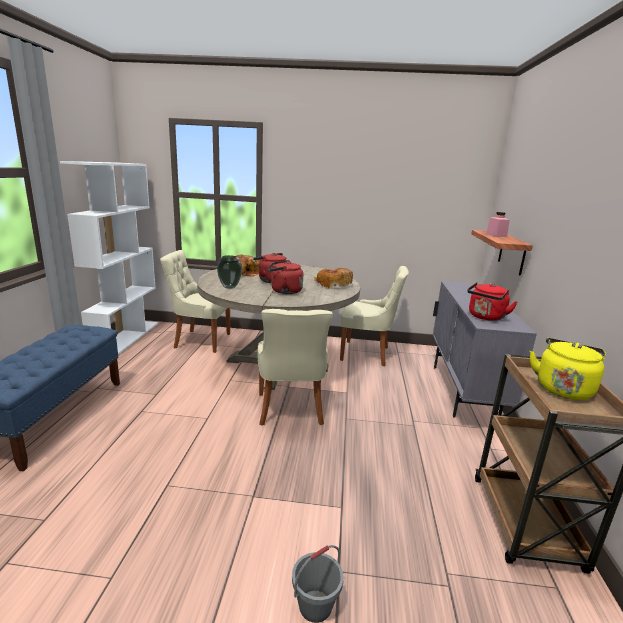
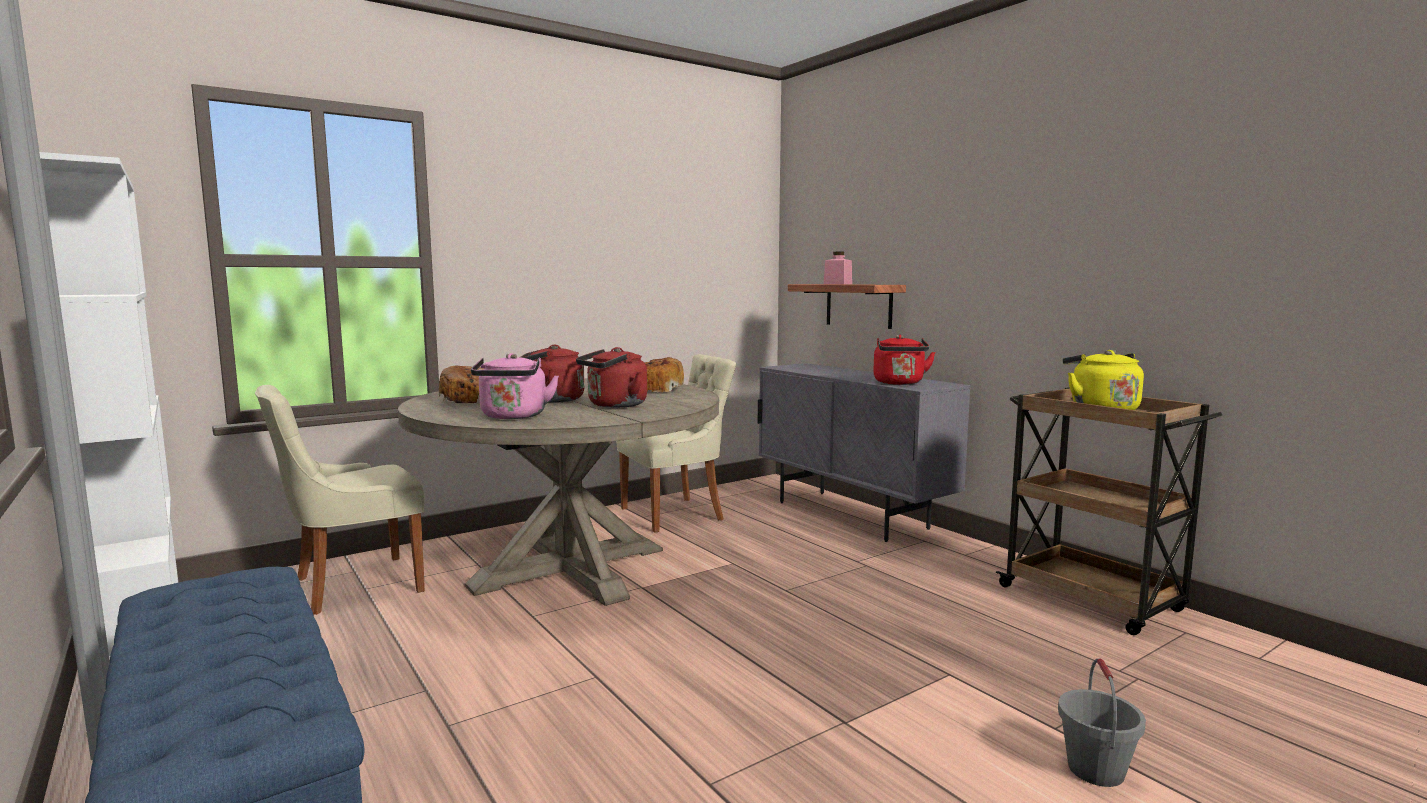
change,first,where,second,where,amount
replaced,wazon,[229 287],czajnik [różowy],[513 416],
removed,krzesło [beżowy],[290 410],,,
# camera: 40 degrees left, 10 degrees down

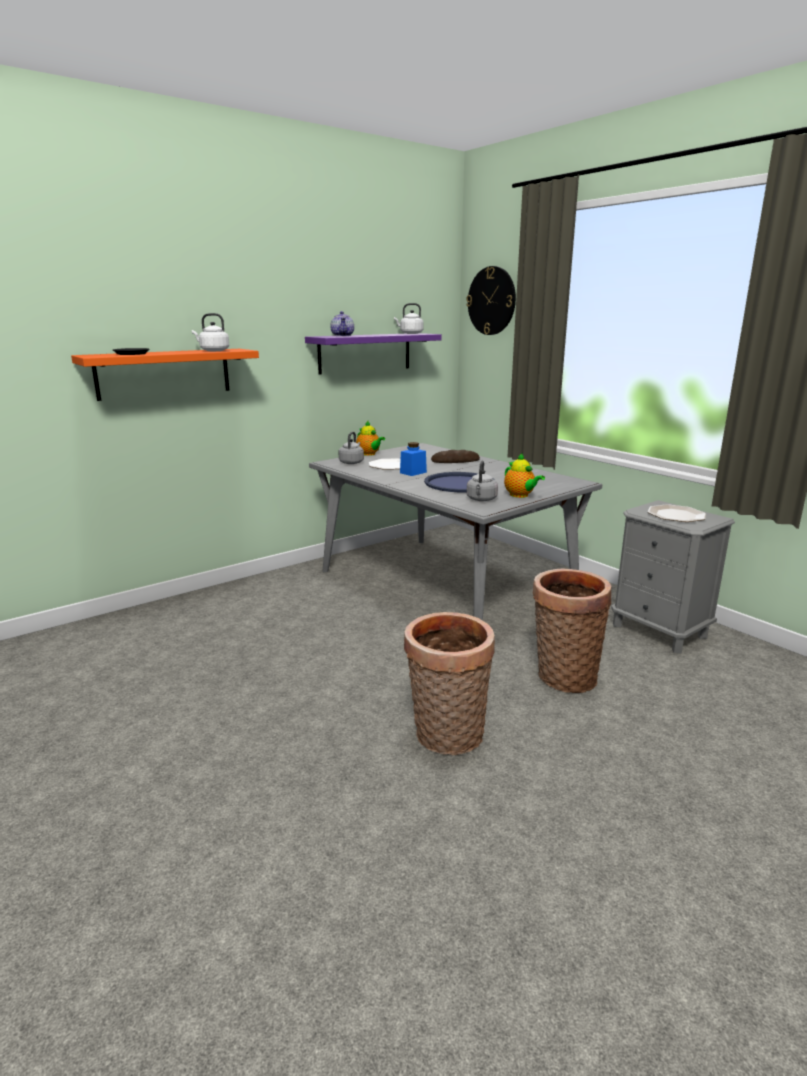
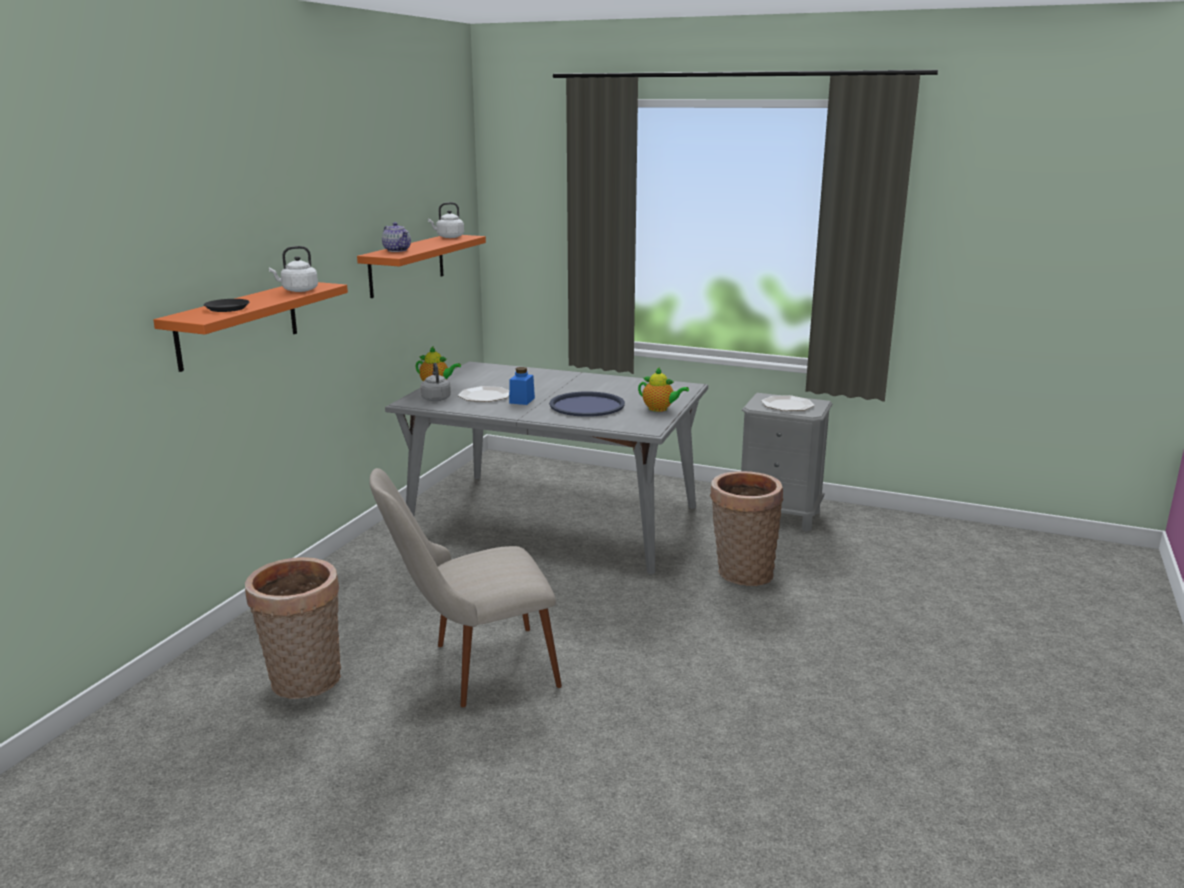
change,first,where,second,where,amount
moved,koszyk,[446 737],,[304 683],
recoloured,półka [fioletowy],[365 353],półka [pomarańczowy],[407 265],
added,,,krzesło [beżowy],[472 670],
removed,chleb,[455 461],,,
removed,zegar ścienny,[491 301],,,
removed,czajnik [szary],[481 499],,,
# camera: 30 degrees left, 0 degrees up

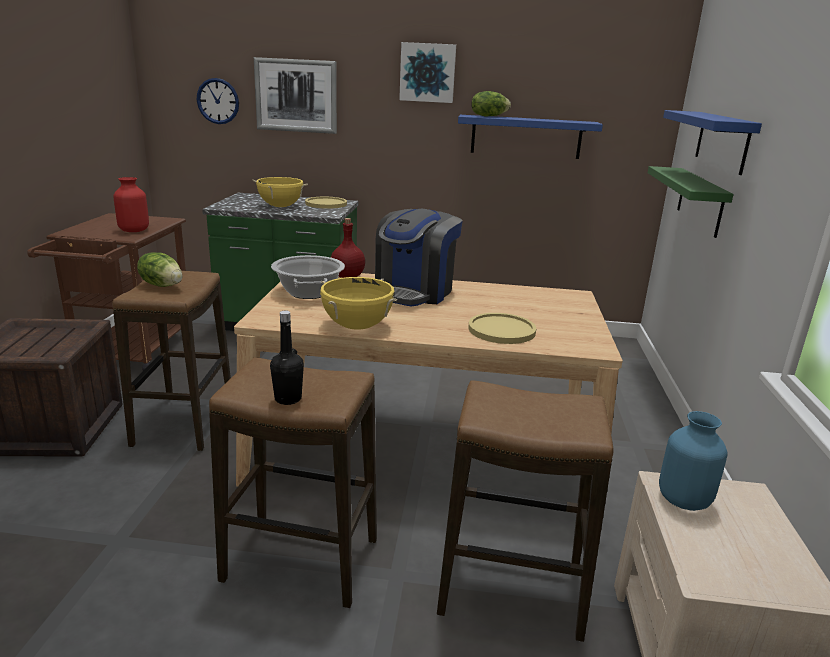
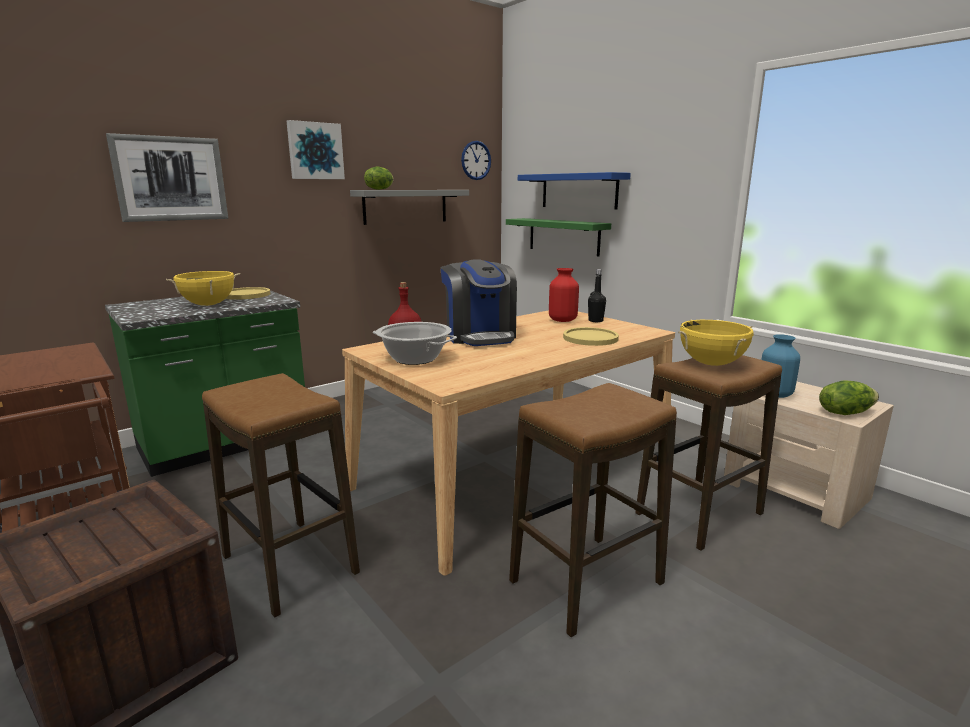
change,first,where,second,where,amount
recoloured,półka [niebieski],[526 137],półka [szary],[405 206],
moved,zegar ścienny,[218 101],,[476 160],
moved,wazon [czerwony],[133 230],,[562 320],
moved,butelka [czarny],[288 399],,[595 321],
moved,garnek [żółty],[357 326],,[711 364],
moved,sałata,[162 285],,[844 412],
# camera: 45 degrees left, 5 degrees down

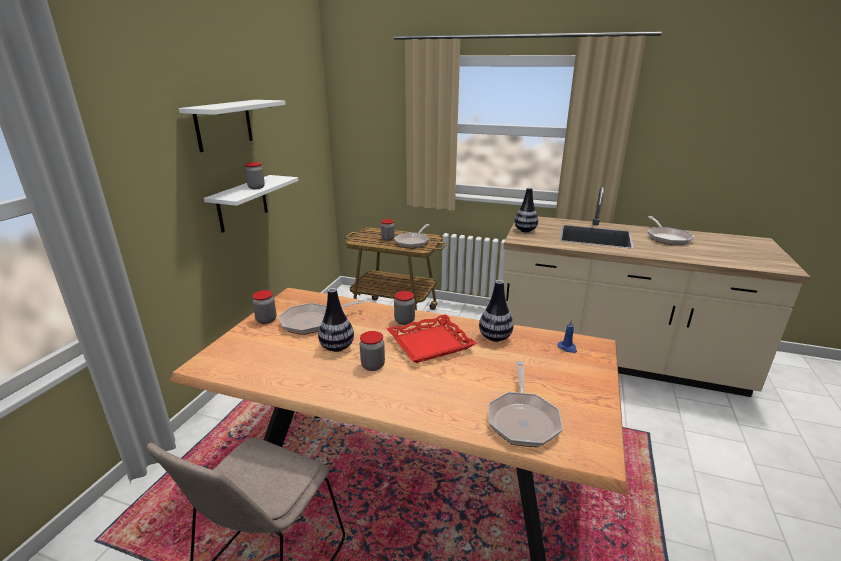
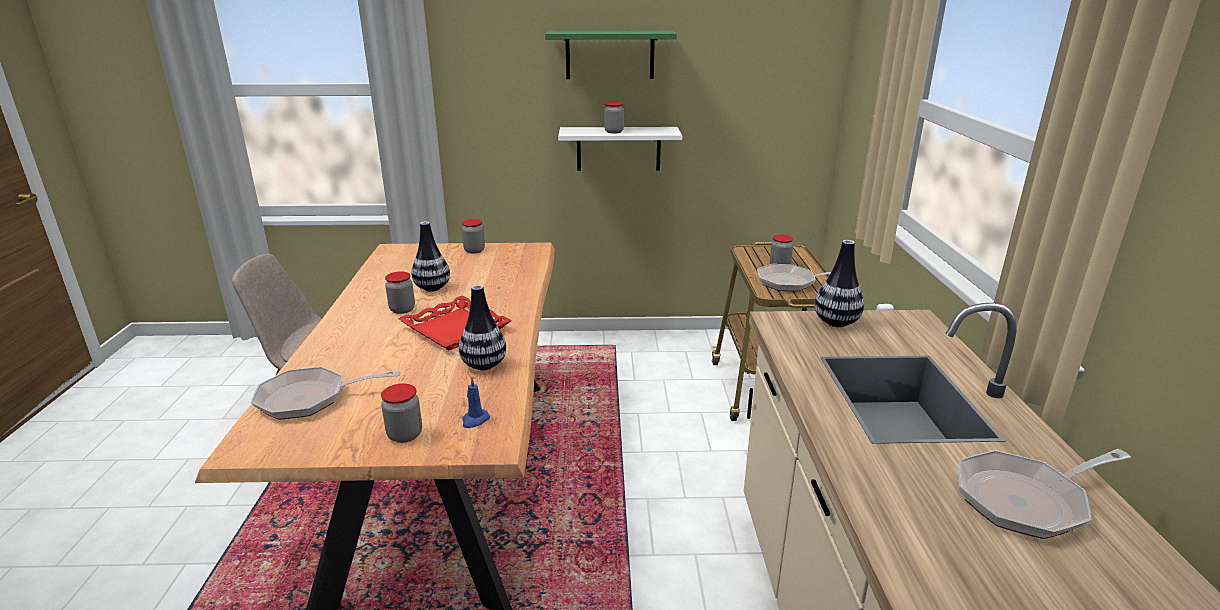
change,first,where,second,where,amount
moved,słoik,[404 321],,[405 435],
recoloured,półka [biały],[224 125],półka [zielony],[610 55],
removed,patelnia,[313 322],,,
# camera: 70 degrees right, 0 degrees up

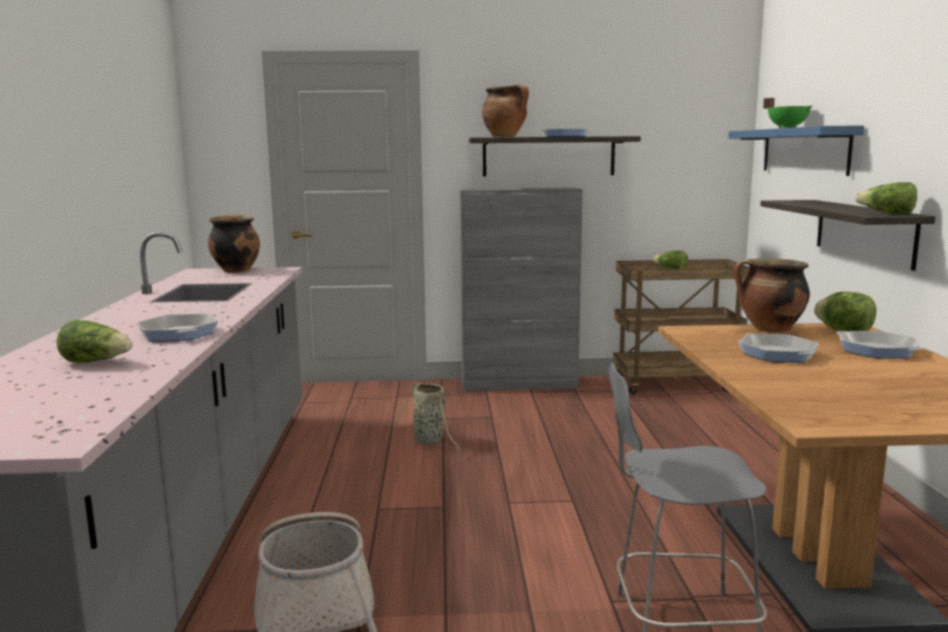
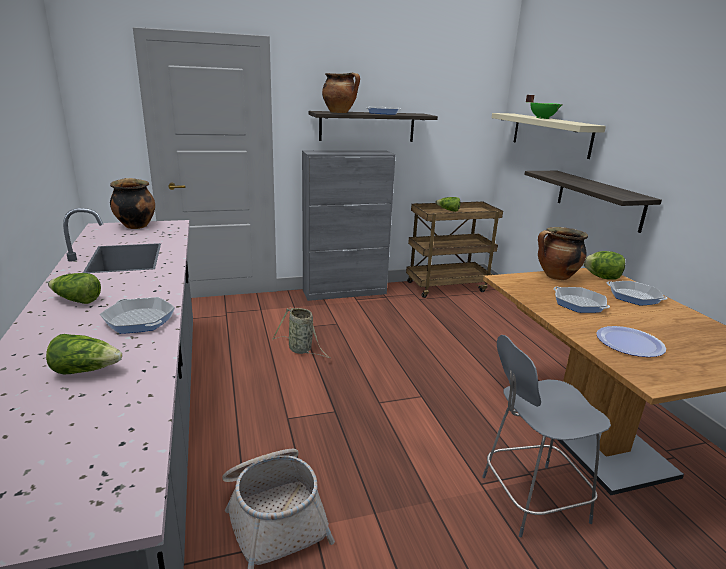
change,first,where,second,where,amount
moved,sałata,[887 213],,[76 300],
recoloured,półka [niebieski],[804 150],półka [beżowy],[550 134],
added,,,talerz,[629 343],
# camera: 15 degrees left, 10 degrees up

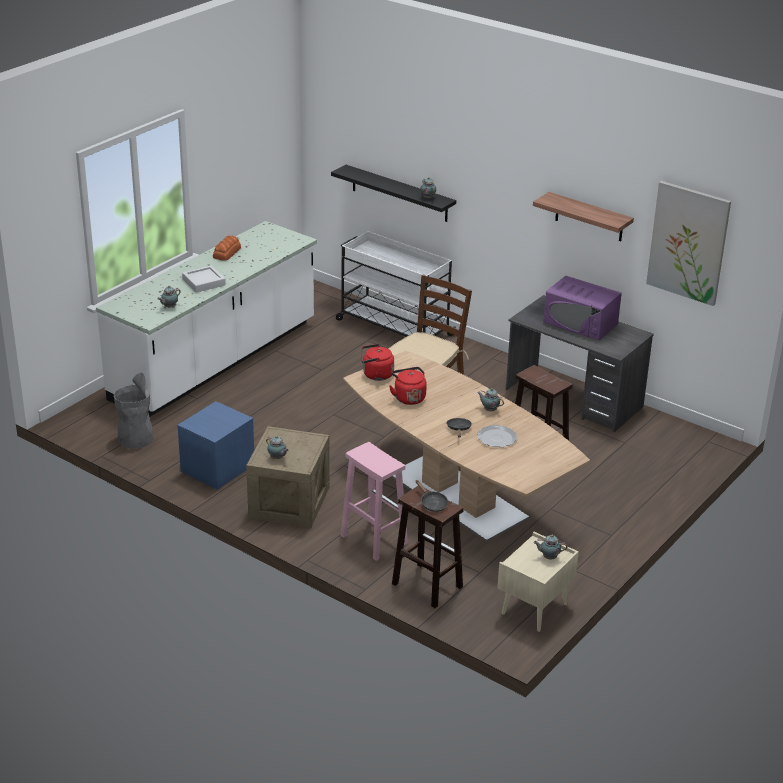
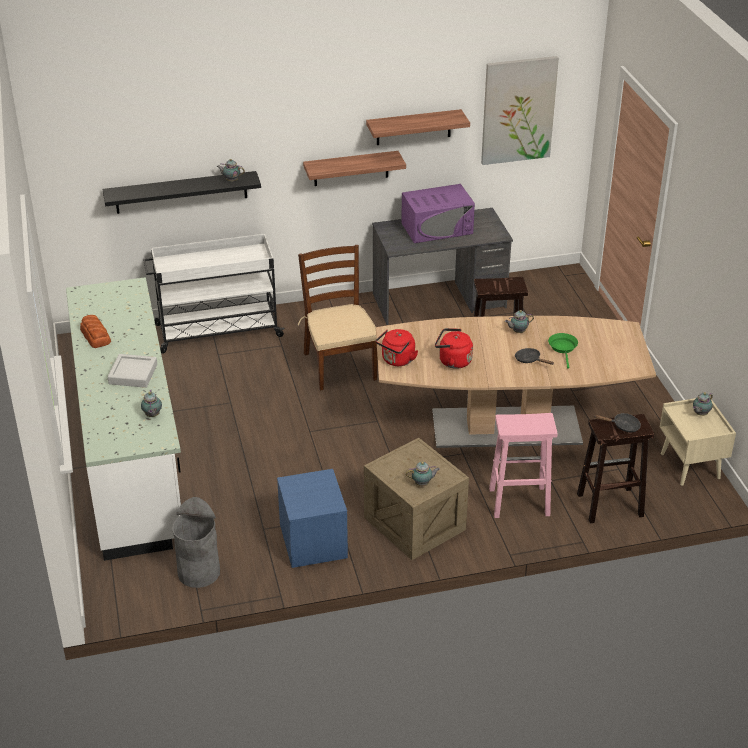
change,first,where,second,where,amount
added,,,półka,[351 168],
replaced,talerz,[497 438],patelnia [zielony],[563 348],
# camera: 50 degrees left, 5 degrees up

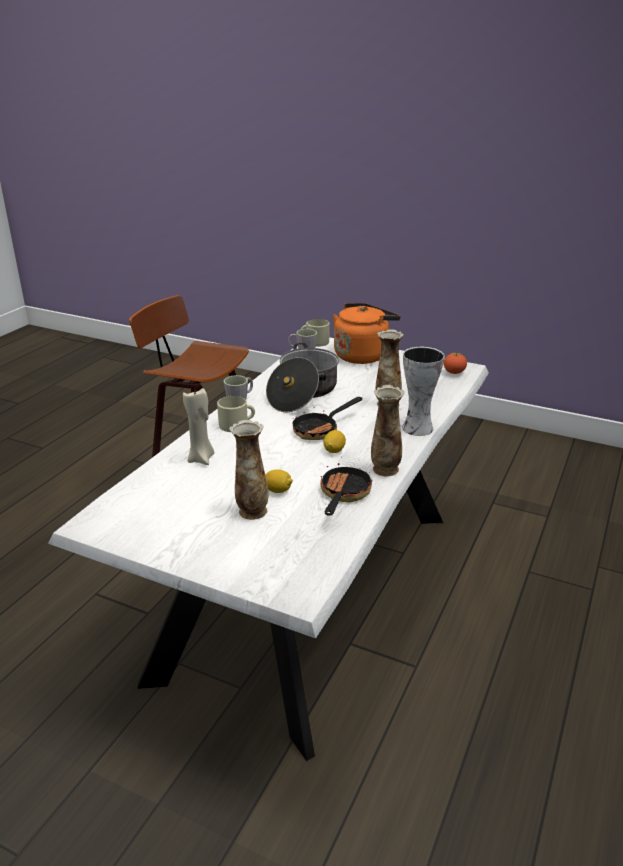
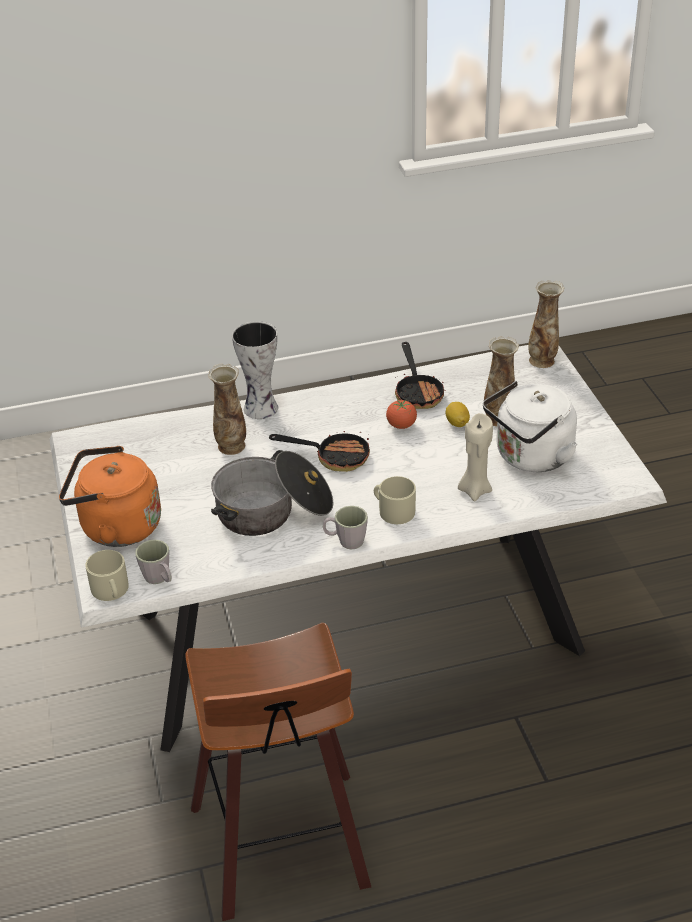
change,first,where,second,where,amount
moved,pomidor,[454 372],,[401 425],
turned,patelnia,[343 495],,[418 392],75 degrees counterclockwise
added,,,czajnik [biały],[530 457],
moved,wazon,[385 470],,[542 360],
removed,cytryna,[334 450],,,
# camera: 130 degrees left, 10 degrees up

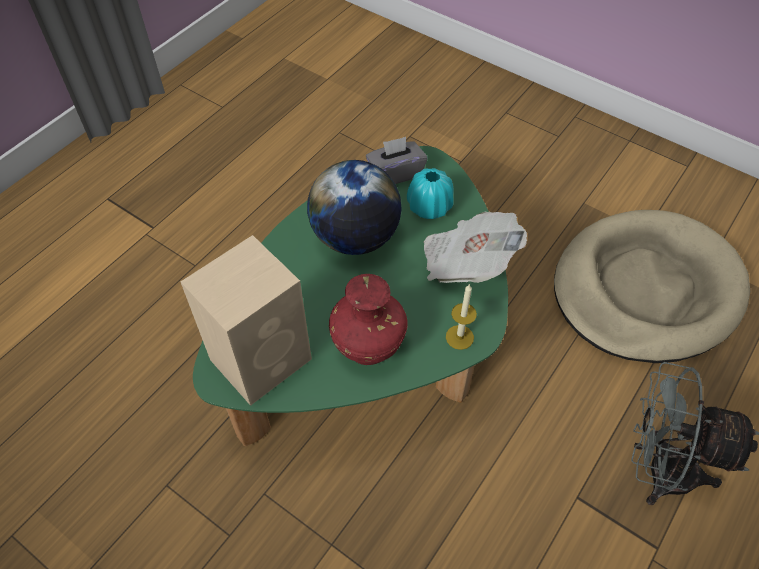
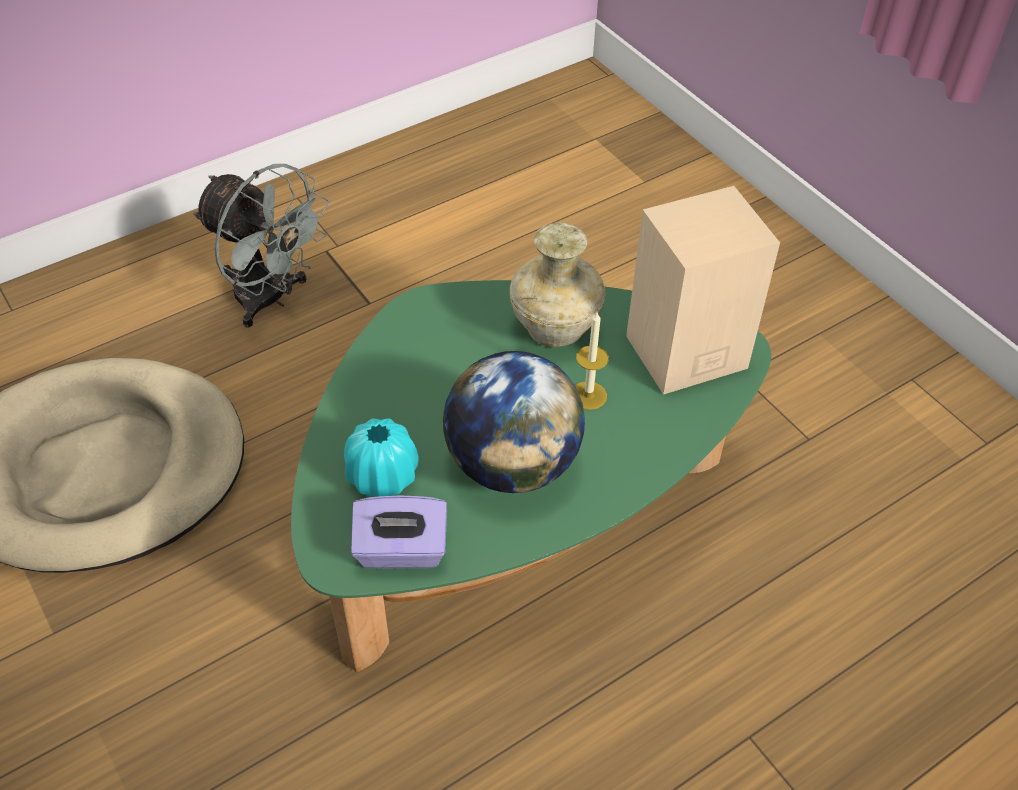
change,first,where,second,where,amount
recoloured,pudełko chusteczek [szary],[395 173],pudełko chusteczek [fioletowy],[401 551],
recoloured,wazon [czerwony],[369 346],wazon [beżowy],[553 329],
moved,świeca,[459 337],,[588 395],
removed,gazeta,[467 262],,,
# camera: 160 degrees left, 5 degrees down

